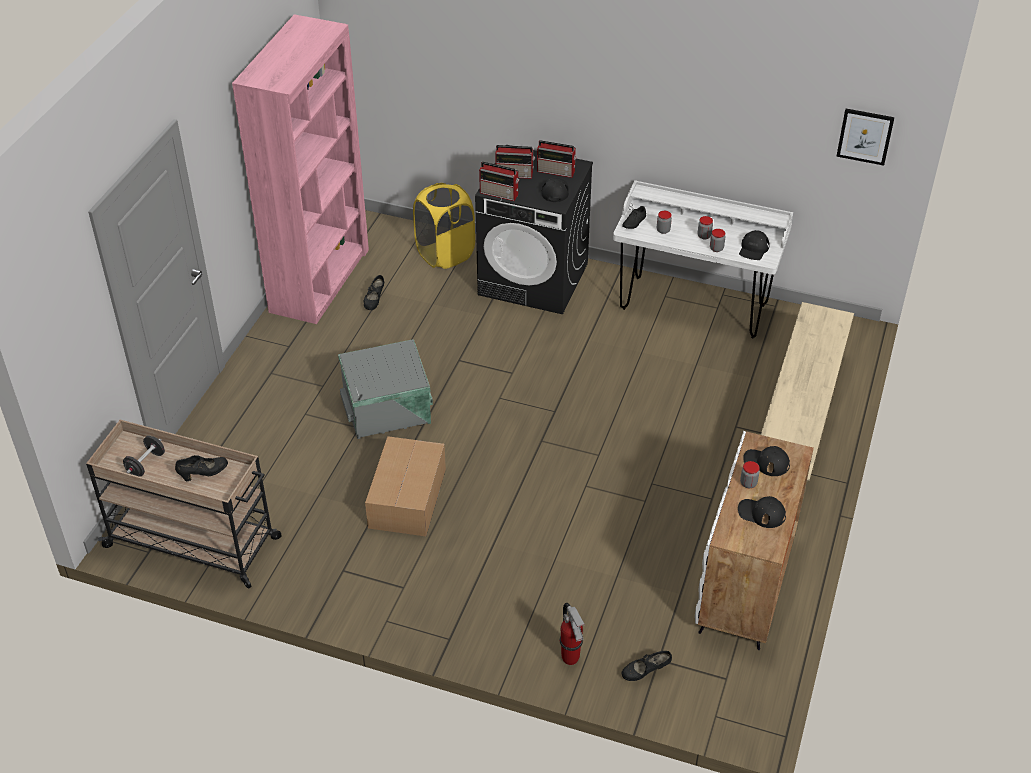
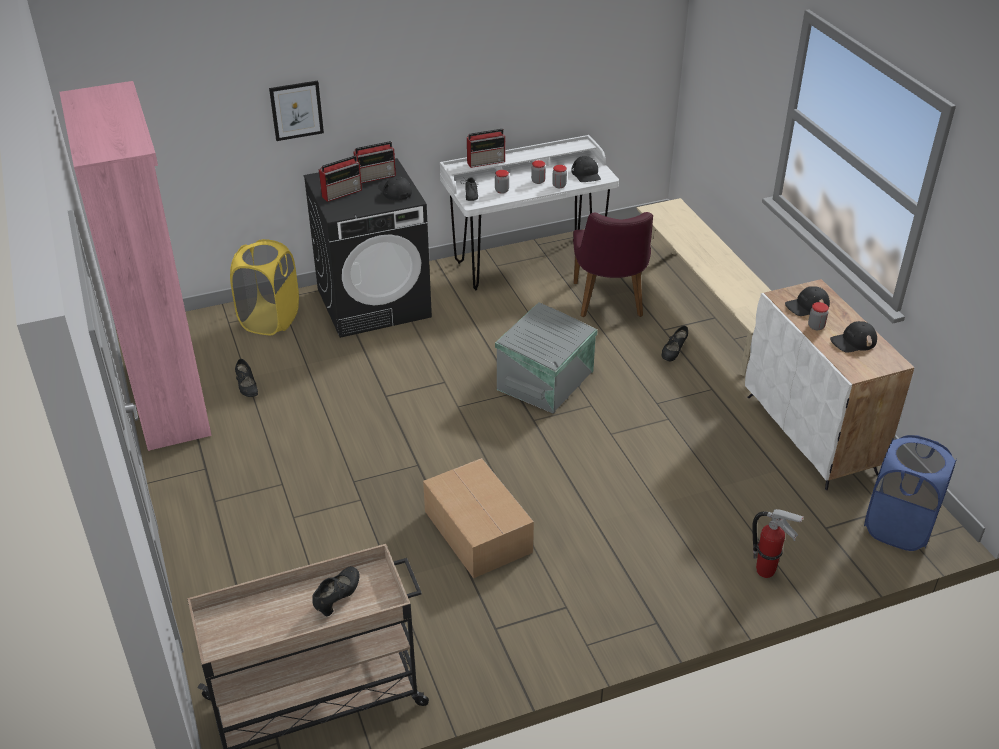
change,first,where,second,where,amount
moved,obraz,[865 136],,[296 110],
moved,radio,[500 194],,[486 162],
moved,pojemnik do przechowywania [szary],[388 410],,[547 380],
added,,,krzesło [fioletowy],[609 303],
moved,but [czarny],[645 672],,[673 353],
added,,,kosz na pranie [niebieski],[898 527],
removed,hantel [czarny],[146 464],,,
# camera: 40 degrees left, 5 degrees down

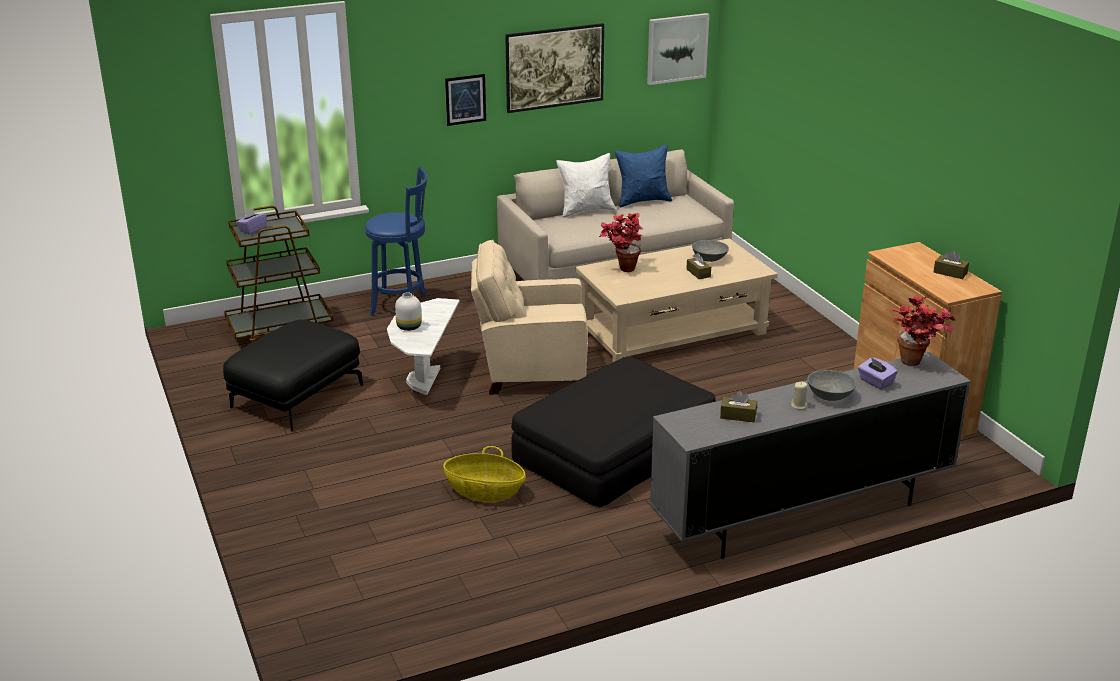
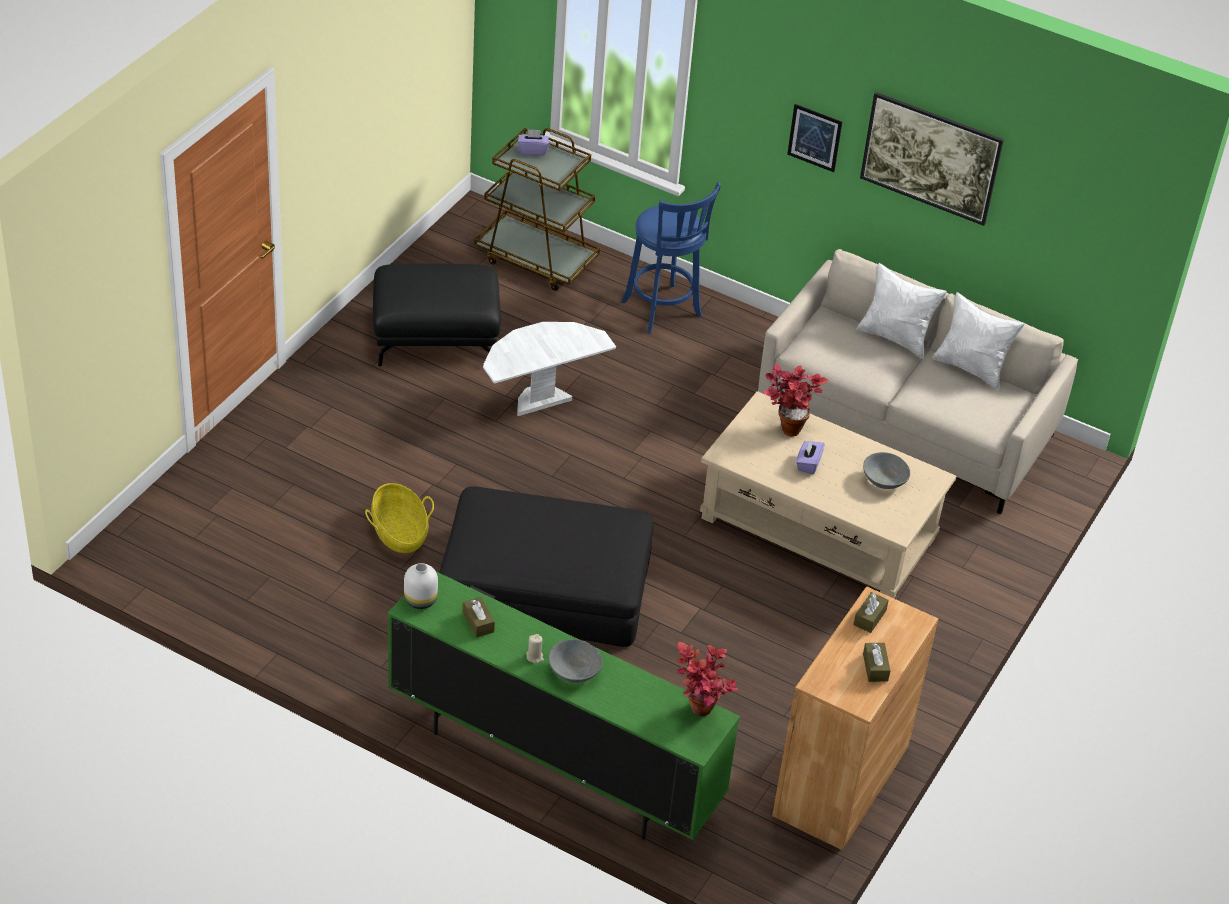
change,first,where,second,where,amount
recoloured,szafka pod telewizor [szary],[801 516],szafka pod telewizor [zielony],[552 764],
moved,wazon [biały],[408 327],,[419 600],
moved,pudełko chusteczek [fioletowy],[875 382],,[808 464],
moved,pudełko chusteczek [brązowy],[698 273],,[869 617],
recoloured,poduszka [niebieski],[642 201],poduszka [biały],[971 368],
removed,fotel [beżowy],[530 371],,,
removed,obraz,[676 48],,,
# camera: 50 degrees right, 15 degrees up

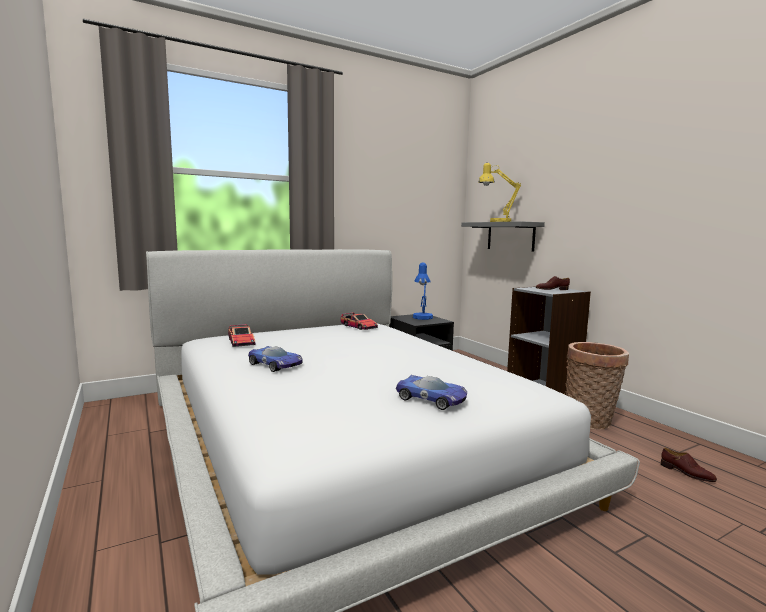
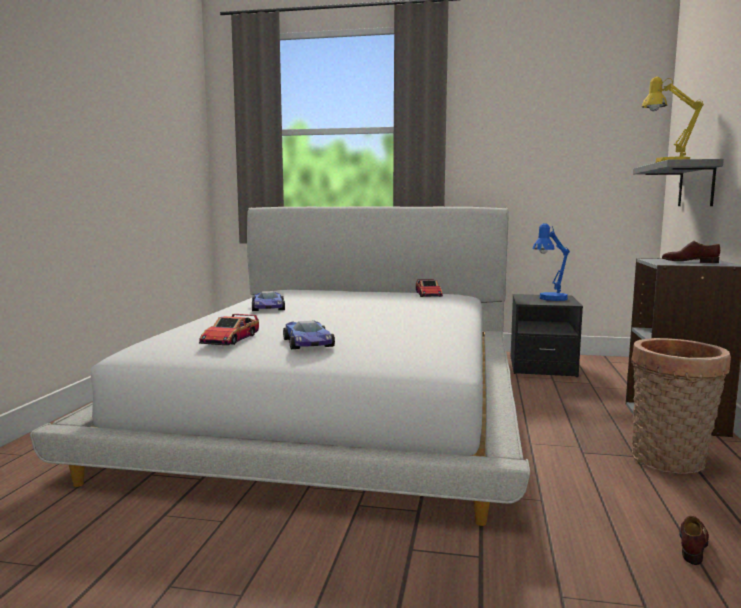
change,first,where,second,where,amount
moved,samochodzik,[241 342],,[230 339],
turned,but [brązowy],[687 473],,[693 545],150 degrees counterclockwise
# camera: 40 degrees right, 0 degrees up

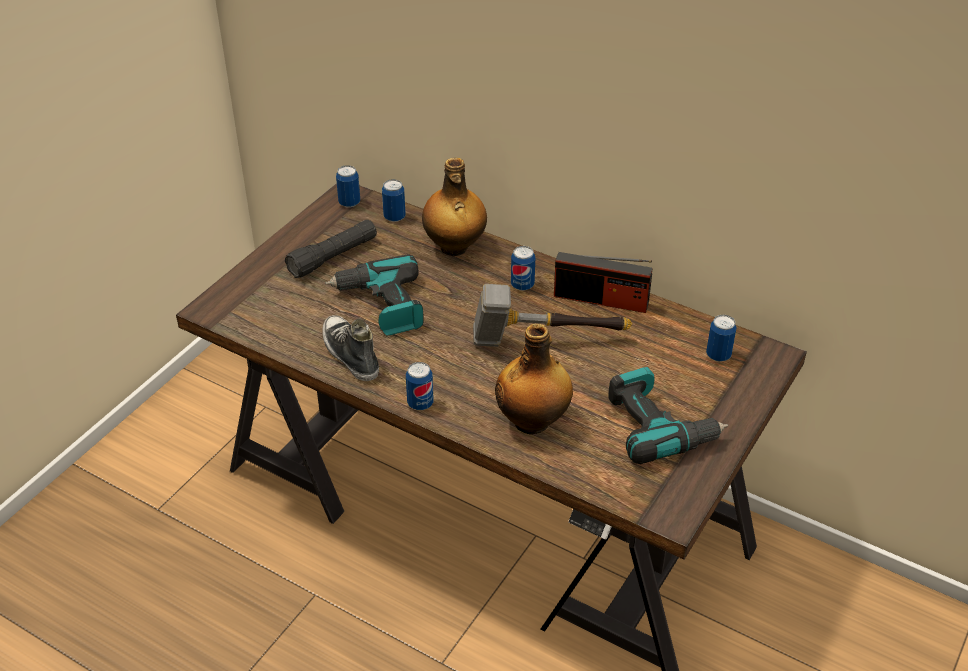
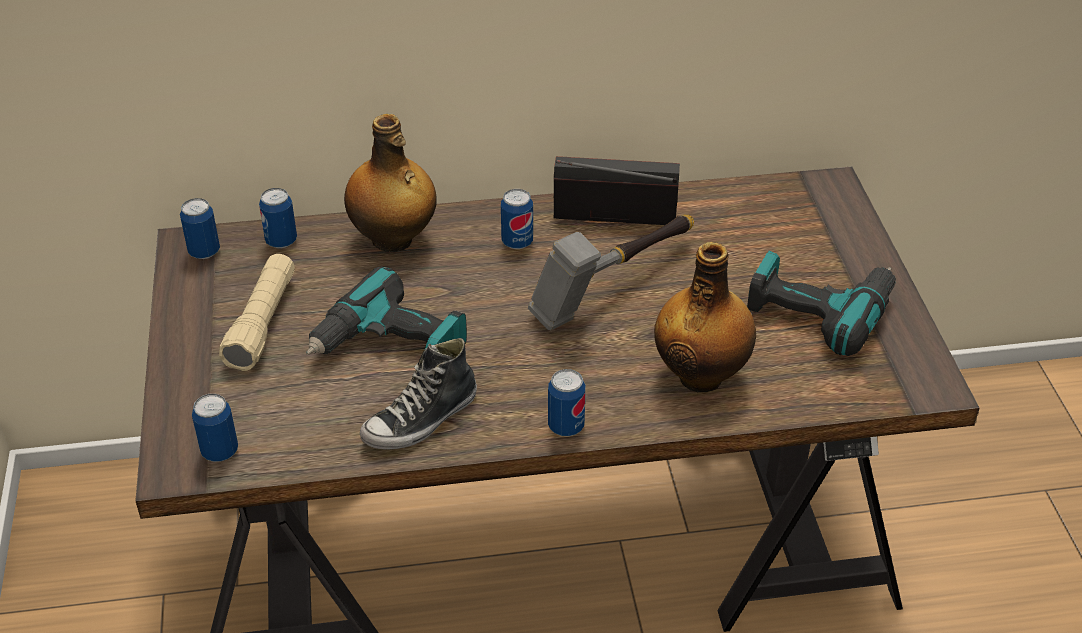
change,first,where,second,where,amount
moved,puszka,[718 355],,[220 451],
recoloured,latarka [czarny],[333 257],latarka [beżowy],[262 323],
turned,but,[350 354],,[421 420],60 degrees counterclockwise
turned,radio,[601 299],,[614 215],150 degrees counterclockwise
# camera: 40 degrees left, 0 degrees up

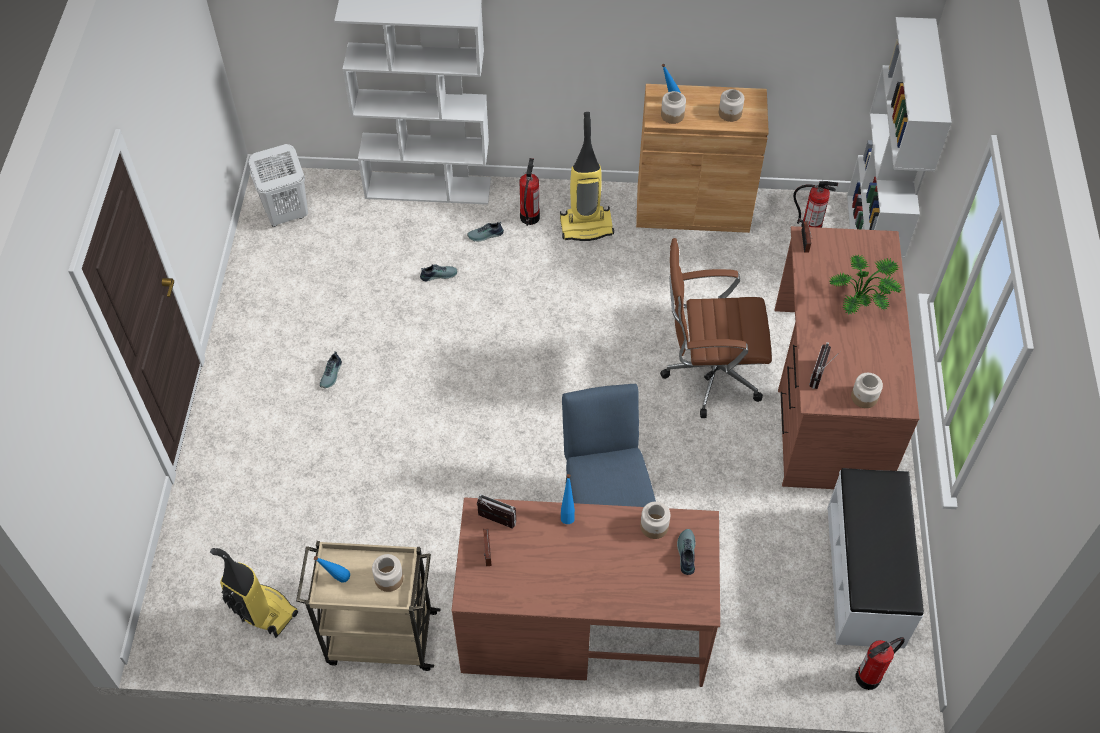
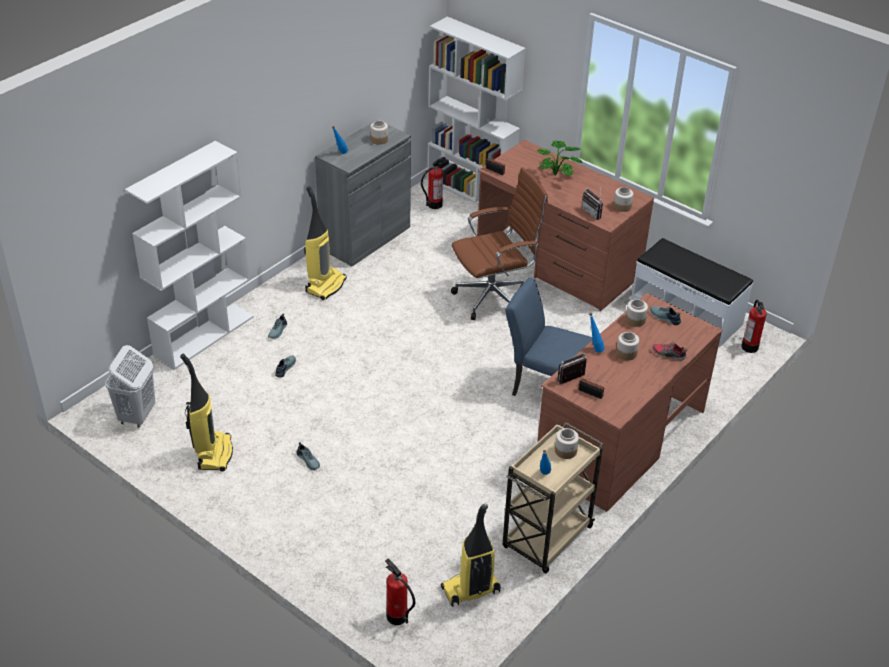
change,first,where,second,where,amount
added,,,odkurzacz,[213 453],
recoloured,szafka [brązowy],[692 208],szafka [szary],[365 238],
moved,gaśnica,[529 217],,[397 616],
turned,krzesło biurowe [brązowy],[708 375],,[494 297],150 degrees counterclockwise
moved,słoik,[672 115],,[626 353],
added,,,but,[668 354],
# camera: 55 degrees left, 15 degrees down

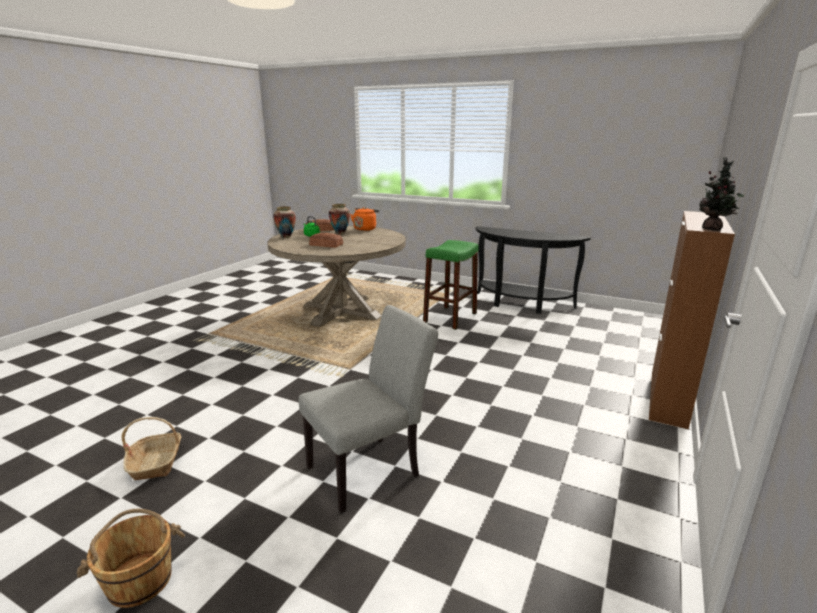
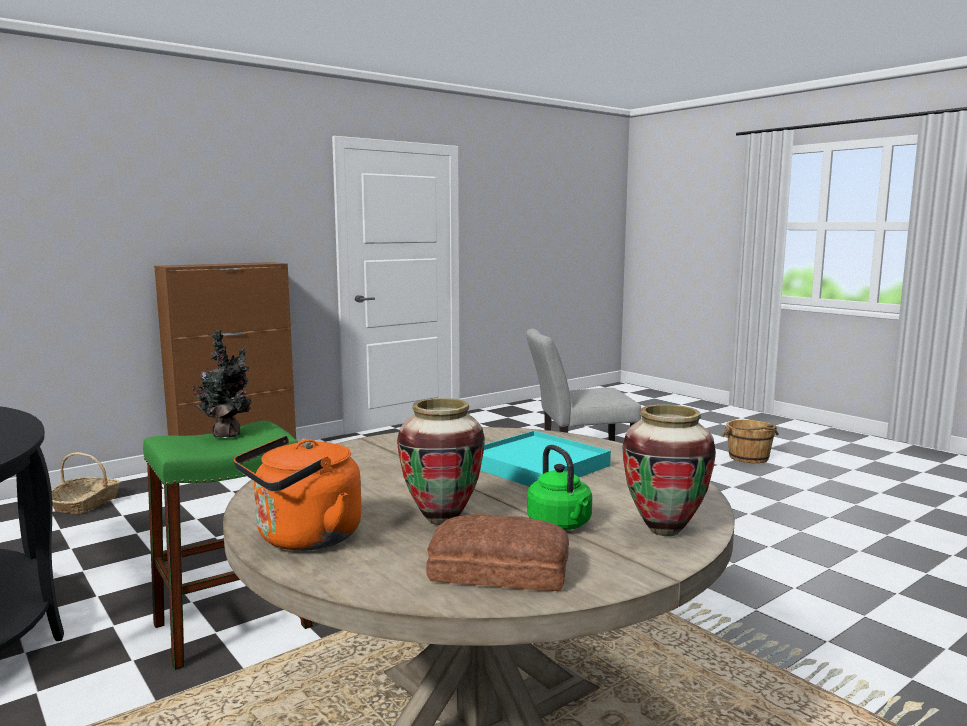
change,first,where,second,where,amount
moved,koszyk,[156 462],,[85 503],
moved,roślina doniczkowa,[713 229],,[227 434],
replaced,chleb,[326 244],taca [turkusowy],[537 466],
# camera: 155 degrees left, 10 degrees down

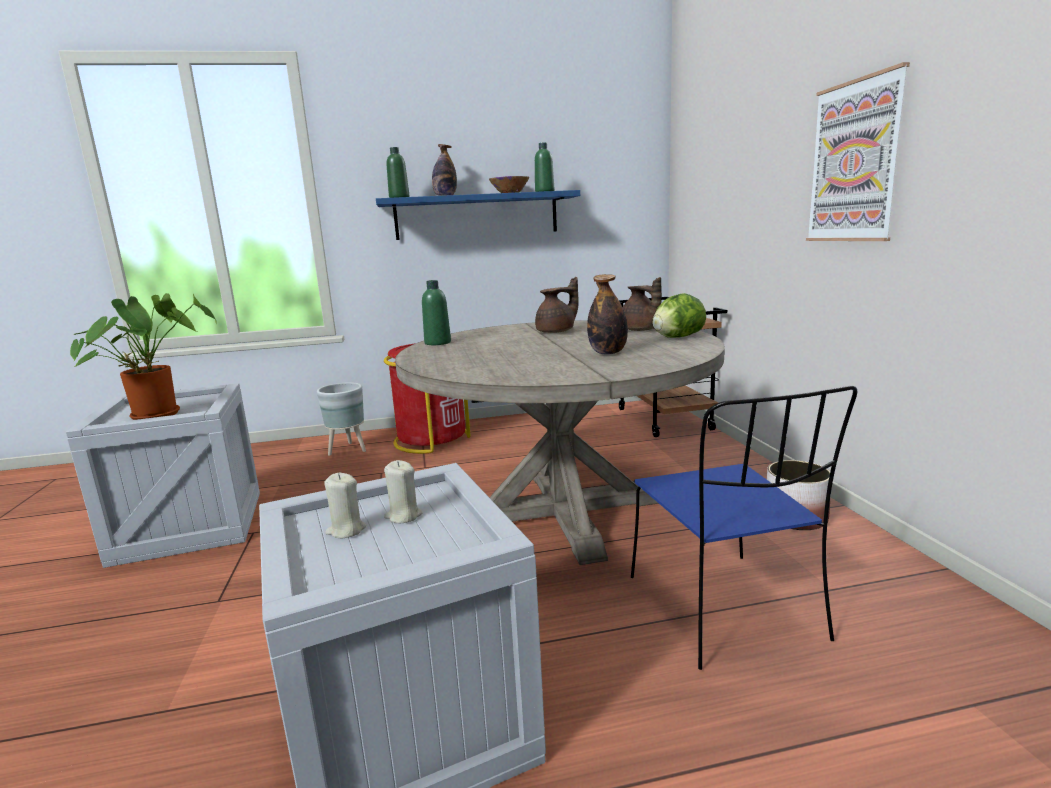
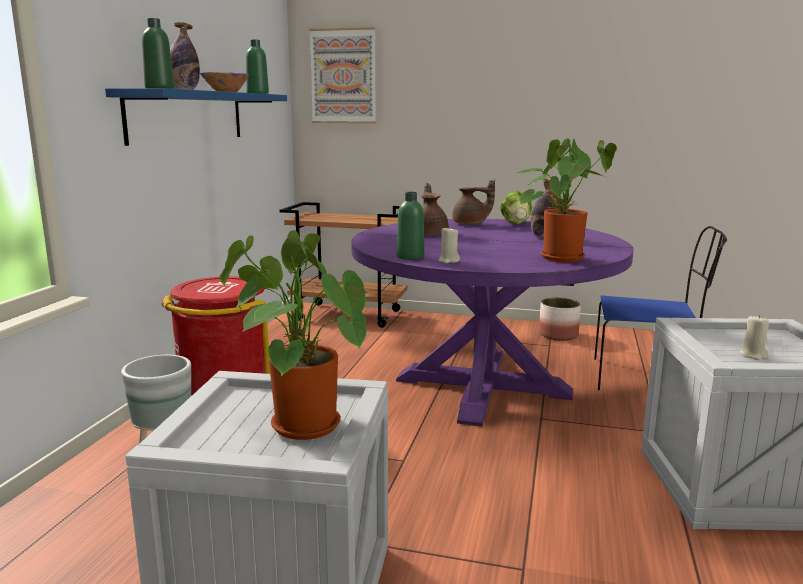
change,first,where,second,where,amount
moved,obraz,[854 162],,[343 76],
recoloured,stół jadalny [beżowy],[563 511],stół jadalny [fioletowy],[482 386],
moved,świeca [beżowy],[403 516],,[448 261],
added,,,roślina doniczkowa,[560 257],
# camera: 65 degrees left, 0 degrees up

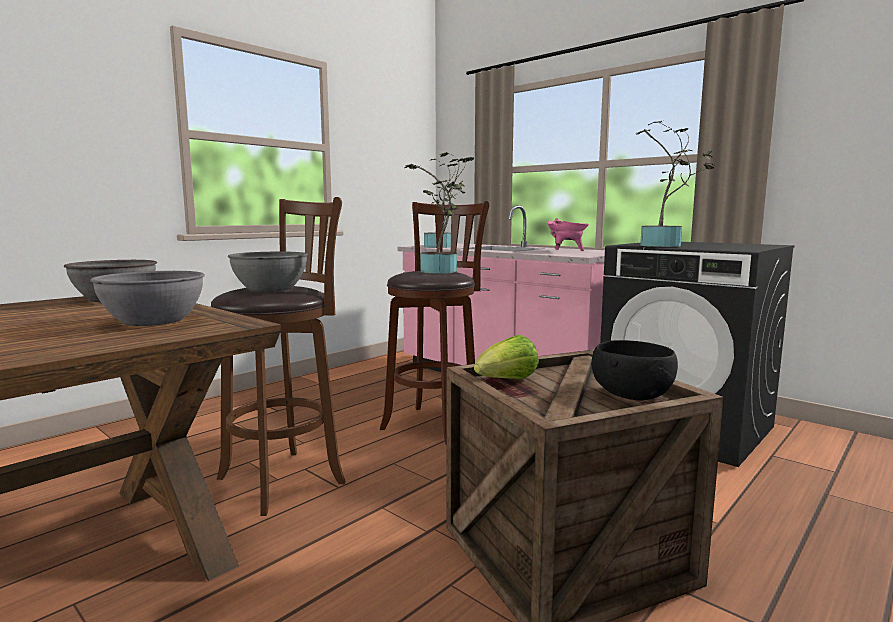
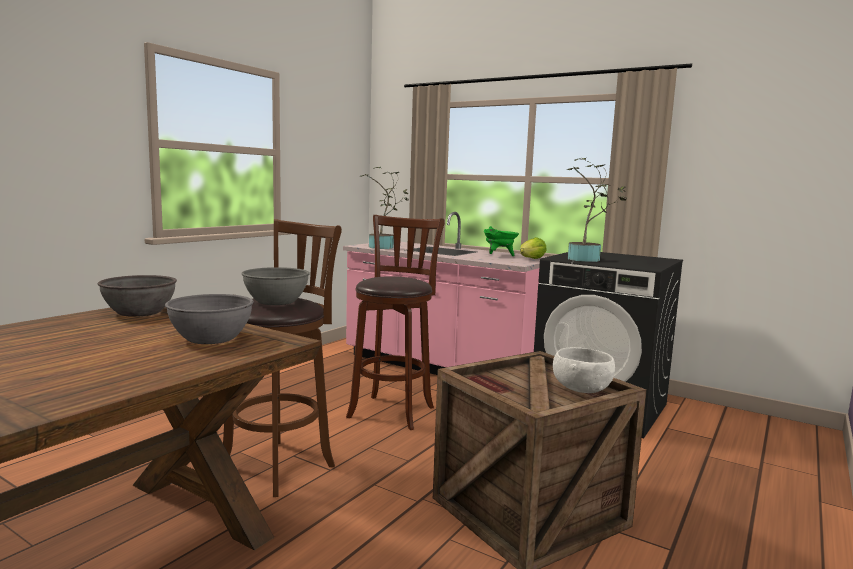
change,first,where,second,where,amount
recoloured,garnek [różowy],[566 250],garnek [zielony],[499 255],
moved,sałata,[506 381],,[531 259],
recoloured,miska [czarny],[630 395],miska [biały],[581 389],
removed,roślina doniczkowa,[440 272],,,
# camera: 10 degrees left, 0 degrees up

